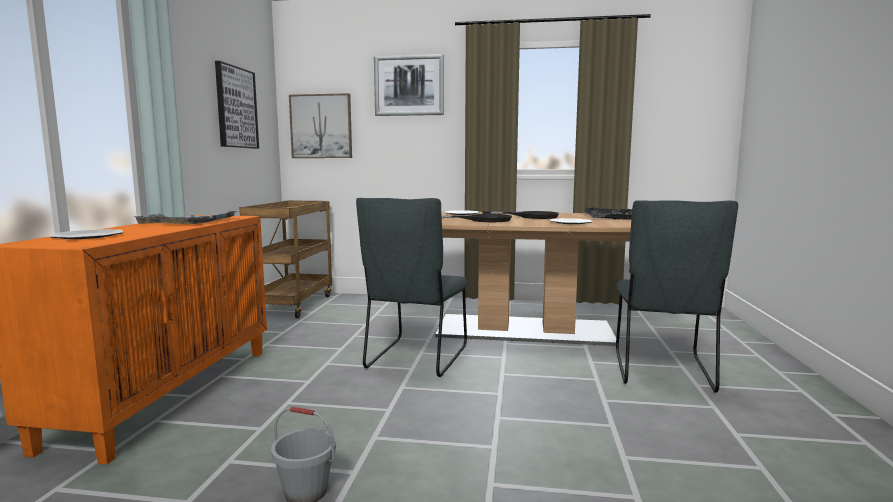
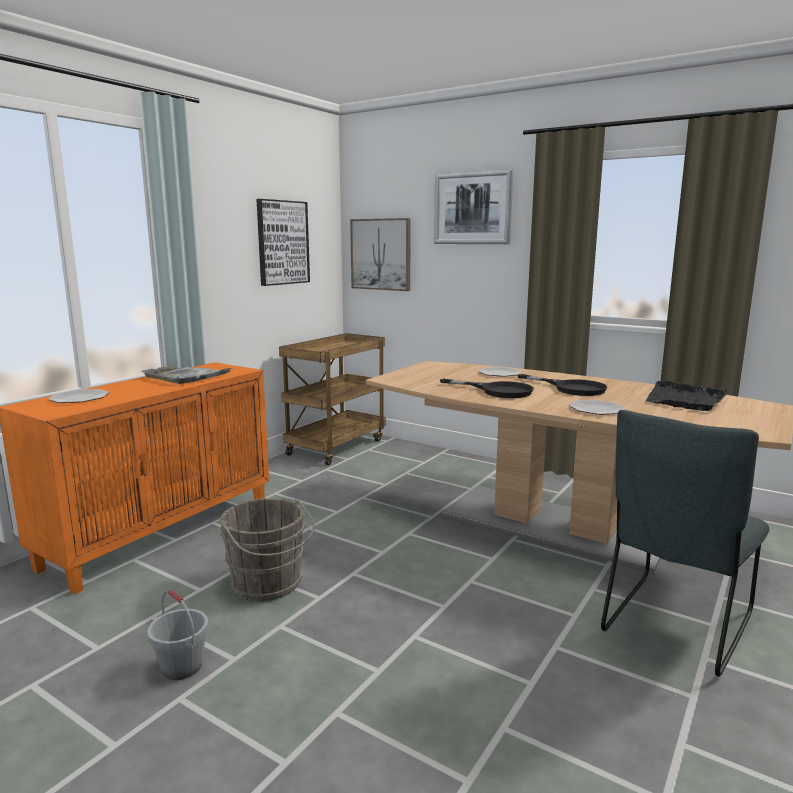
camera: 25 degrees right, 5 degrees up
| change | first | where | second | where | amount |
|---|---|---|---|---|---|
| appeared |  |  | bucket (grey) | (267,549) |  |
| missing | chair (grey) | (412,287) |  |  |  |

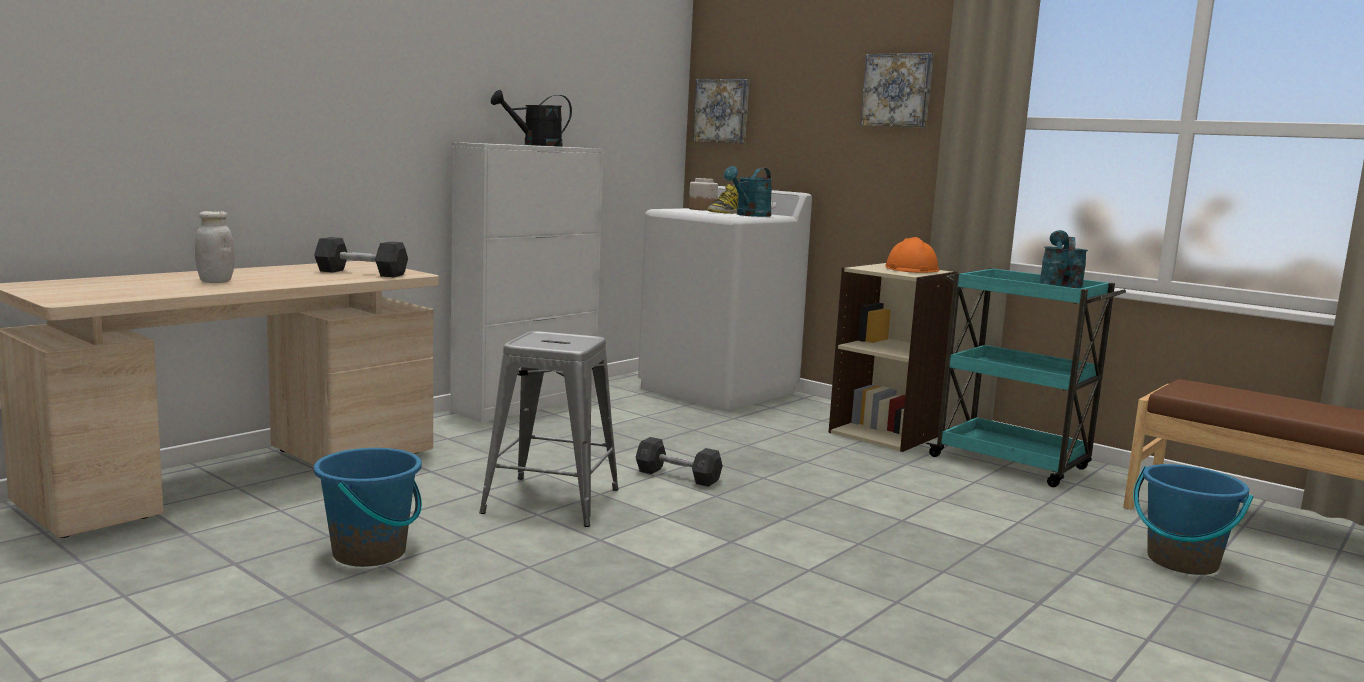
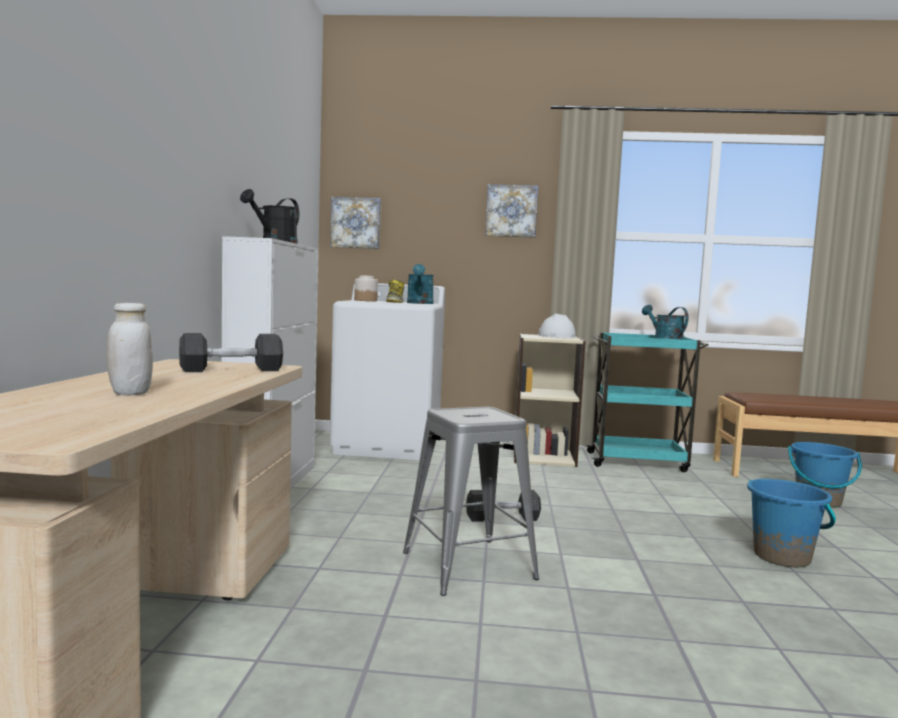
camera: 35 degrees left, 5 degrees down
| change | first | where | second | where | amount |
|---|---|---|---|---|---|
| colour | hard hat (orange) | (912,255) | hard hat (white) | (557,326) |  |
| relocated | bucket (blue) | (368,507) |  | (791,523) |  |

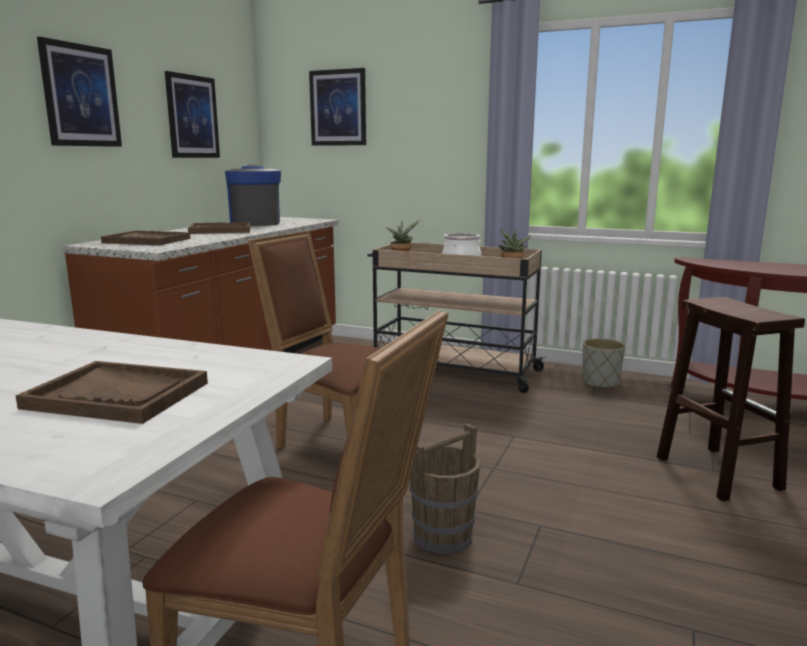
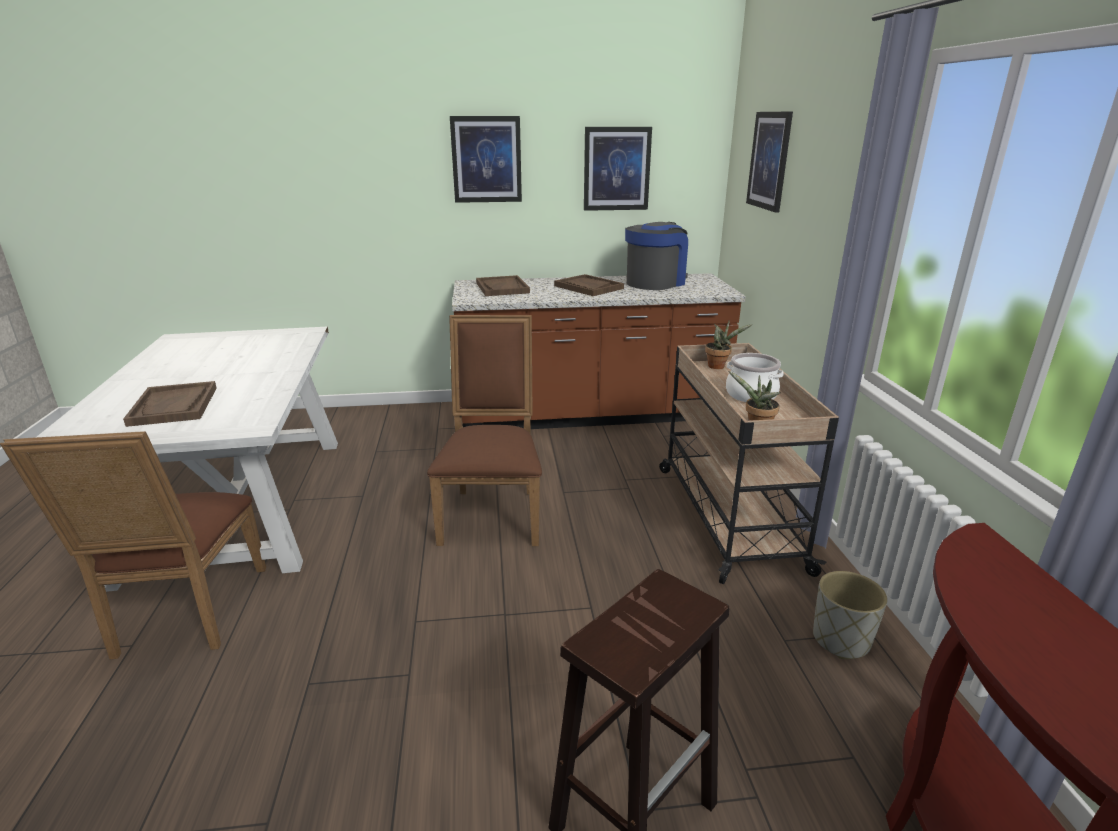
camera: 60 degrees right, 10 degrees up
| change | first | where | second | where | amount |
|---|---|---|---|---|---|
| missing | bucket (brown) | (445,488) |  |  |  |

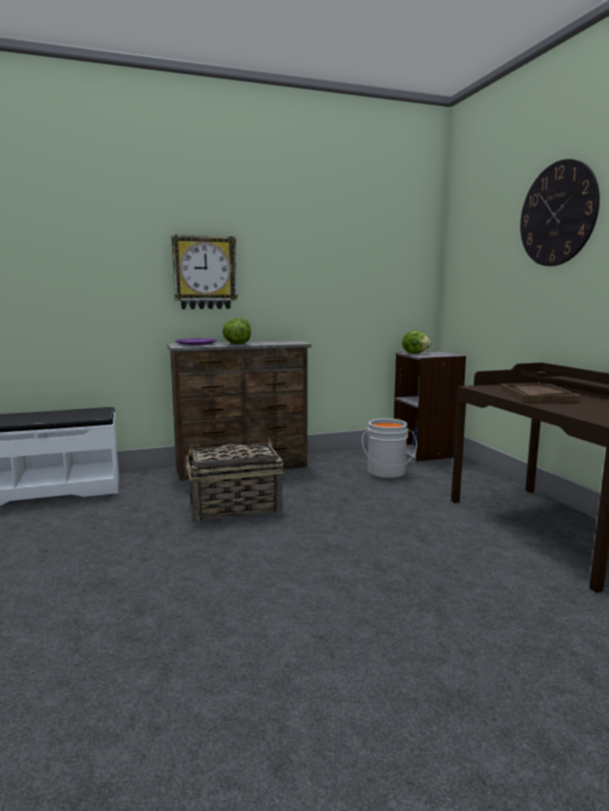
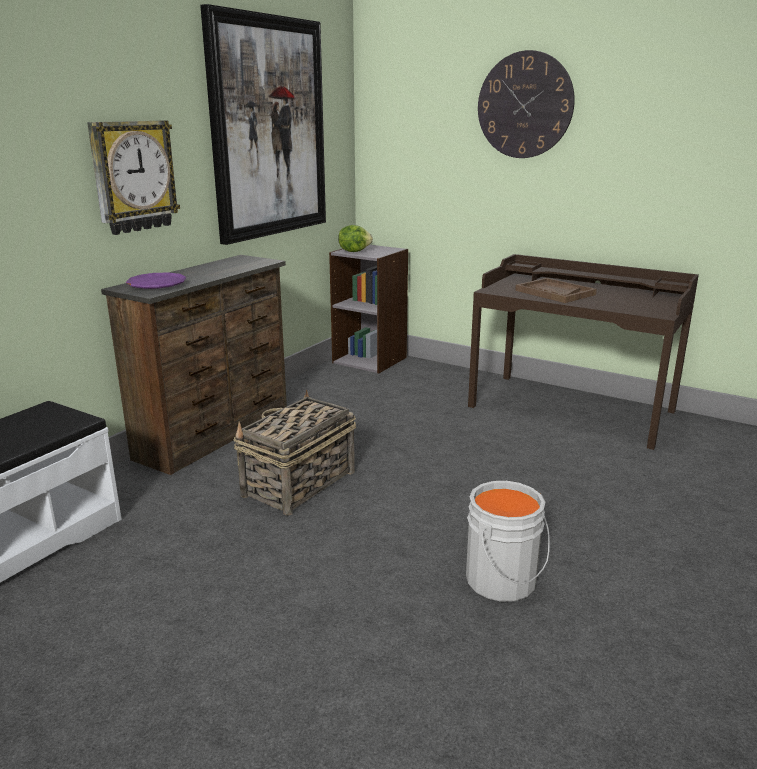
camera: 40 degrees left, 10 degrees up
| change | first | where | second | where | amount |
|---|---|---|---|---|---|
| appeared |  |  | picture | (263,124) |  |
| relocated | bucket (grey) | (389,448) |  | (508,541) |  |
| missing | lettuce | (237,331) |  |  |  |

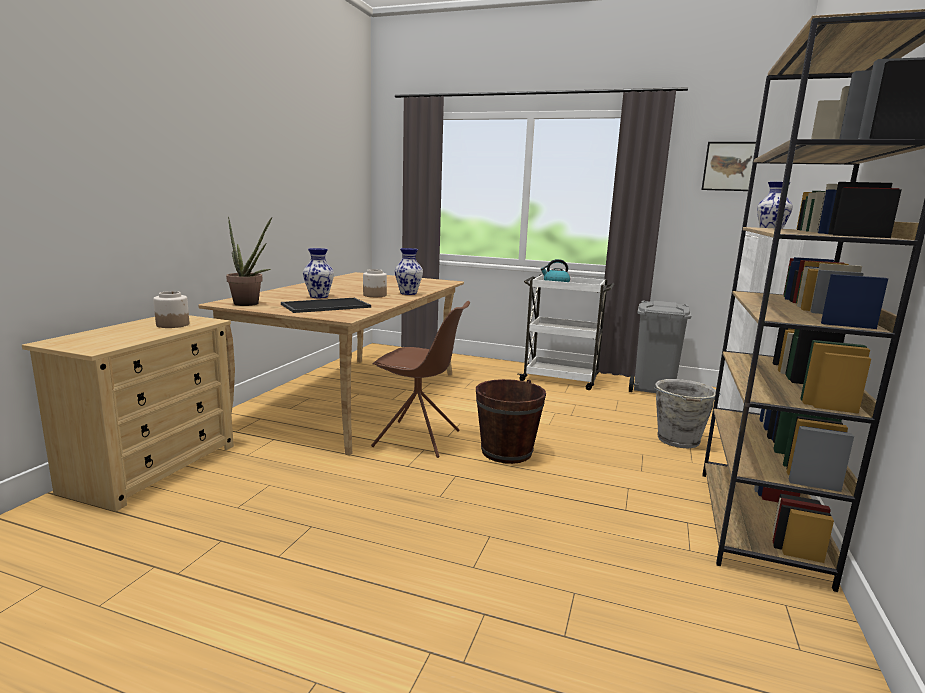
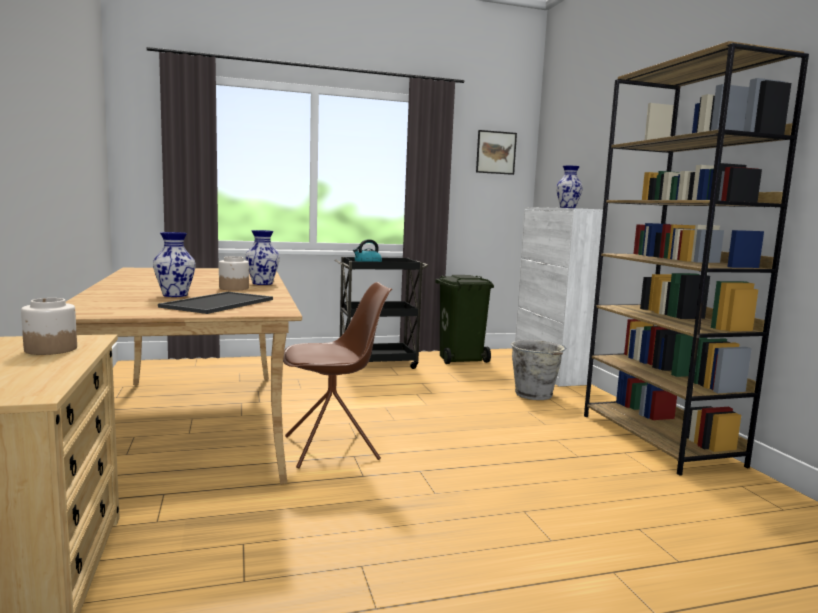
camera: 35 degrees left, 5 degrees down
| change | first | where | second | where | amount |
|---|---|---|---|---|---|
| colour | cart (white) | (566,332) | cart (black) | (381,313) |  |
| colour | trash can (grey) | (660,346) | trash can (green) | (464,319) |  |
| missing | potted plant | (249,261) |  |  |  |
| missing | bucket (brown) | (511,421) |  |  |  |

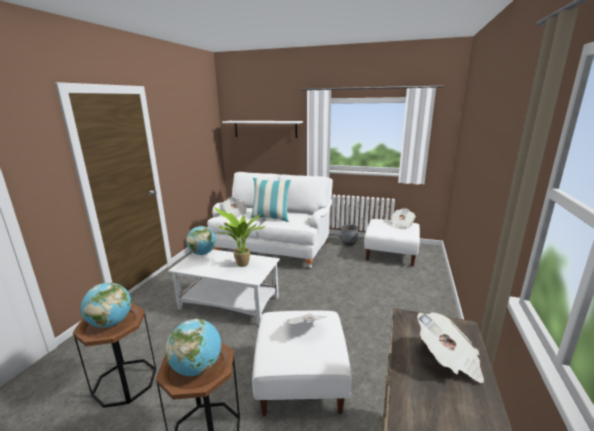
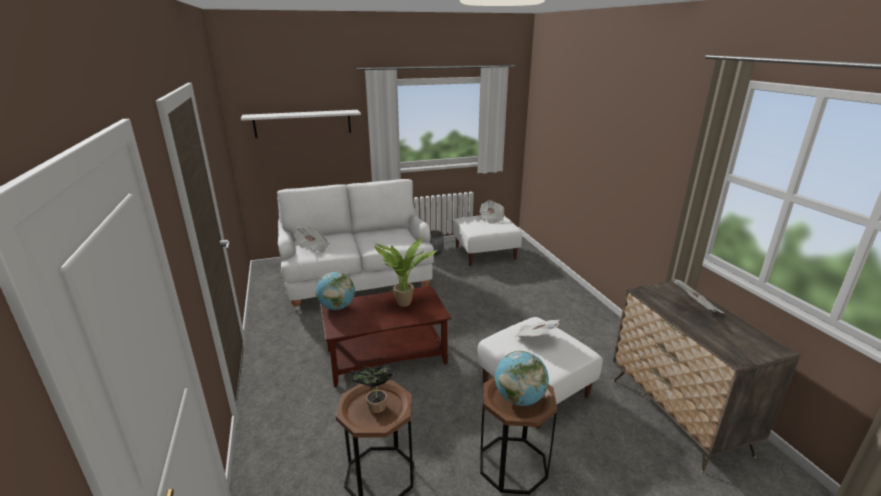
camera: 35 degrees left, 5 degrees up
| change | first | where | second | where | amount |
|---|---|---|---|---|---|
| colour | coffee table (white) | (224,288) | coffee table (brown) | (385,336) |  |
| exchanged | globe | (106,305) | potted plant | (372,389) |  |
| missing | pillow | (271,200) |  |  |  |

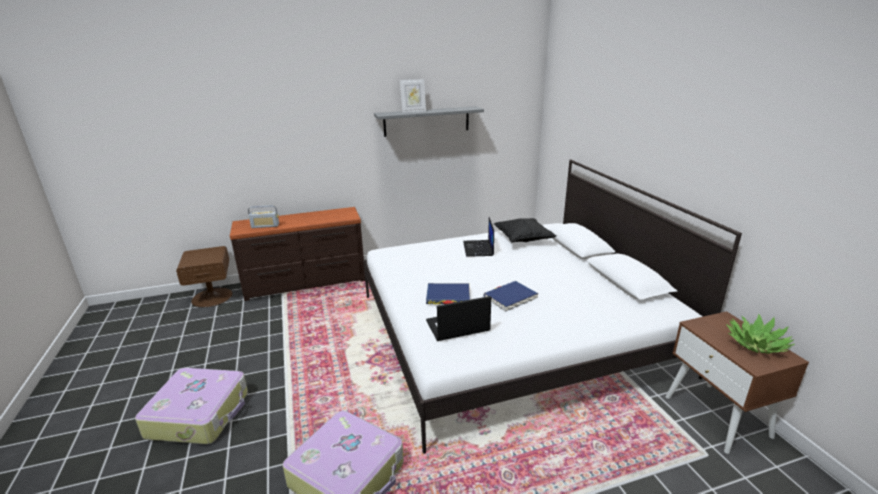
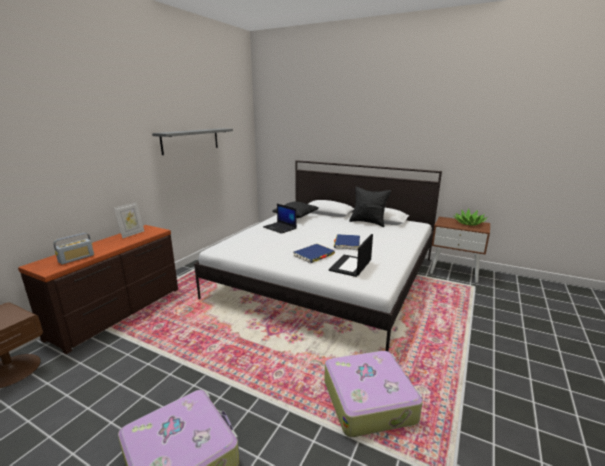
camera: 45 degrees left, 5 degrees down
| change | first | where | second | where | amount |
|---|---|---|---|---|---|
| relocated | picture frame | (413,96) |  | (129,220) |  |
| appeared |  |  | pillow (black) | (370,206) |  |

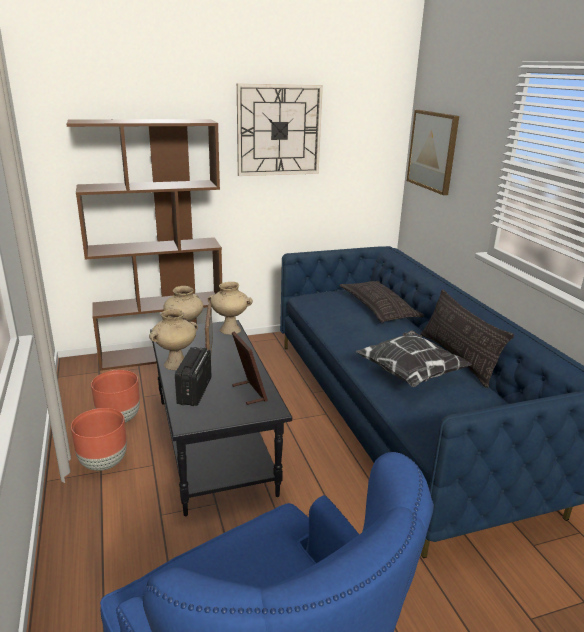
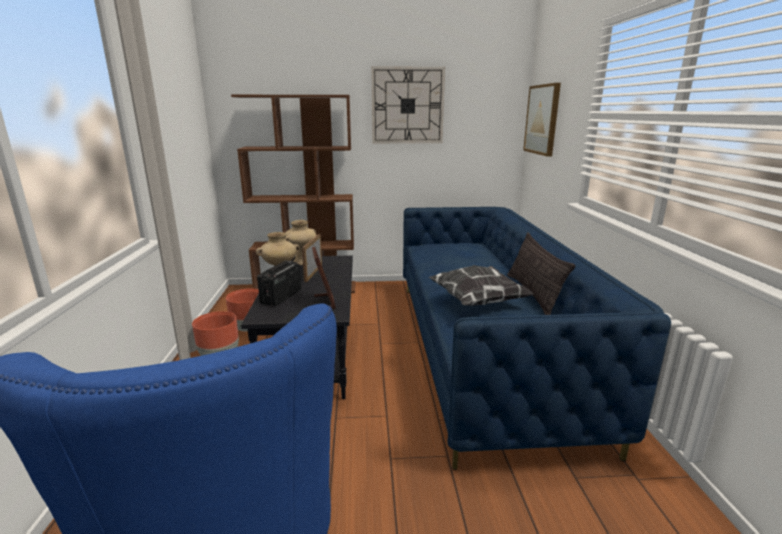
camera: 15 degrees right, 5 degrees down
| change | first | where | second | where | amount |
|---|---|---|---|---|---|
| missing | vase (beige) | (230,308) |  |  |  |
| missing | pillow | (382,302) |  |  |  |

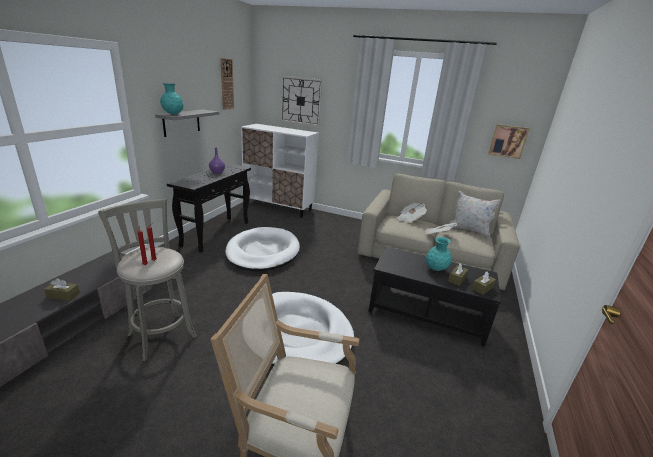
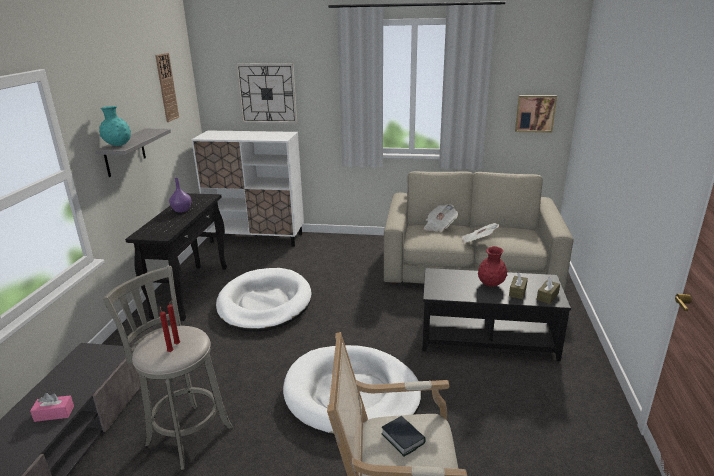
camera: 10 degrees left, 0 degrees up
| change | first | where | second | where | amount |
|---|---|---|---|---|---|
| colour | tissue box (brown) | (62,289) | tissue box (pink) | (52,407) |  |
| appeared |  |  | book | (403,436) |  |
| colour | vase (turquoise) | (438,254) | vase (red) | (492,266) |  |
| missing | pillow (white) | (475,214) |  |  |  |

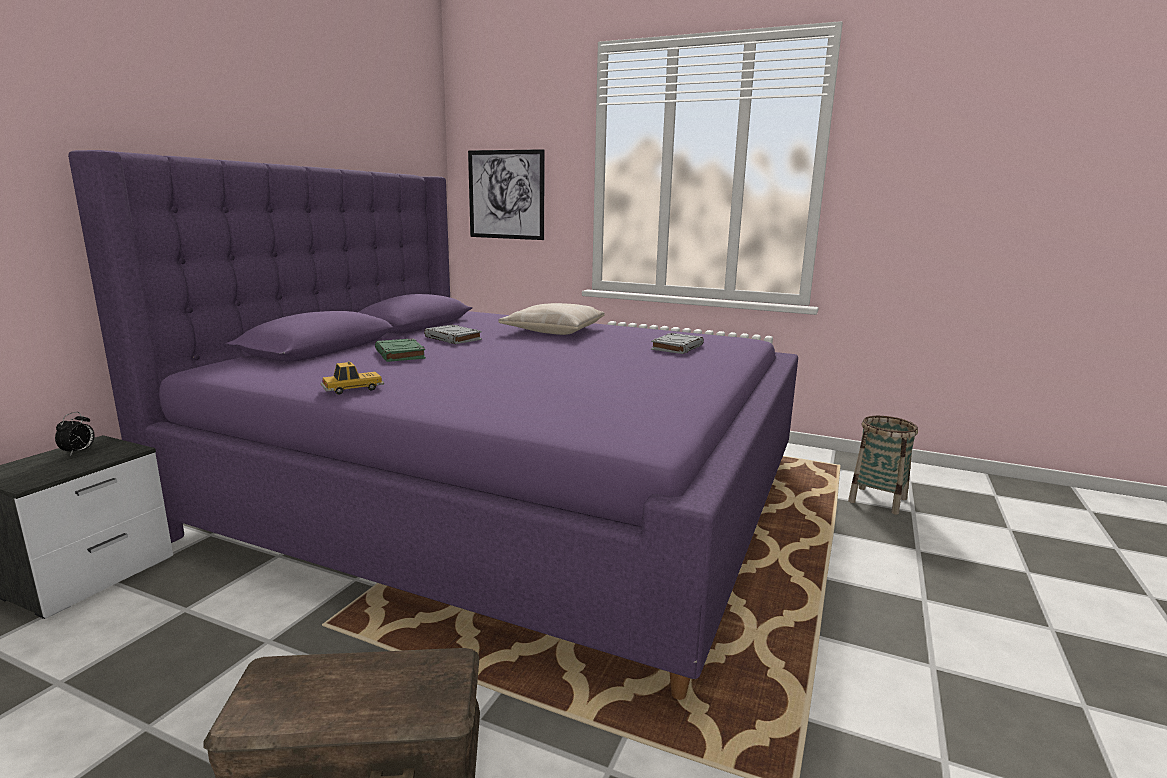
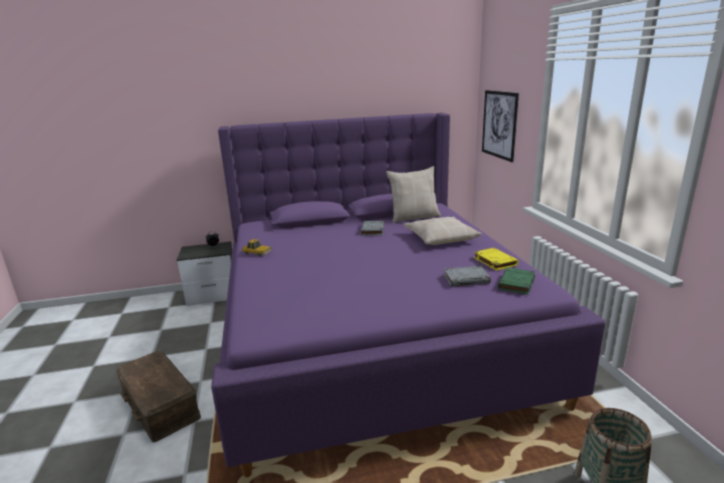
camera: 55 degrees right, 5 degrees up
| change | first | where | second | where | amount |
|---|---|---|---|---|---|
| appeared |  |  | pillow (beige) | (413,194) |  |
| appeared |  |  | book (yellow) | (496,259) |  |
| relocated | book (green) | (400,350) |  | (516,281) |  |

